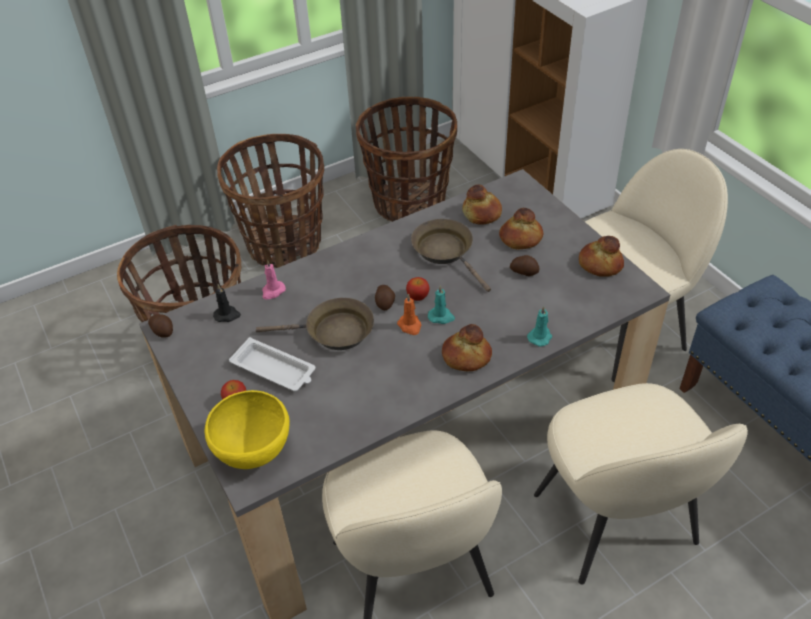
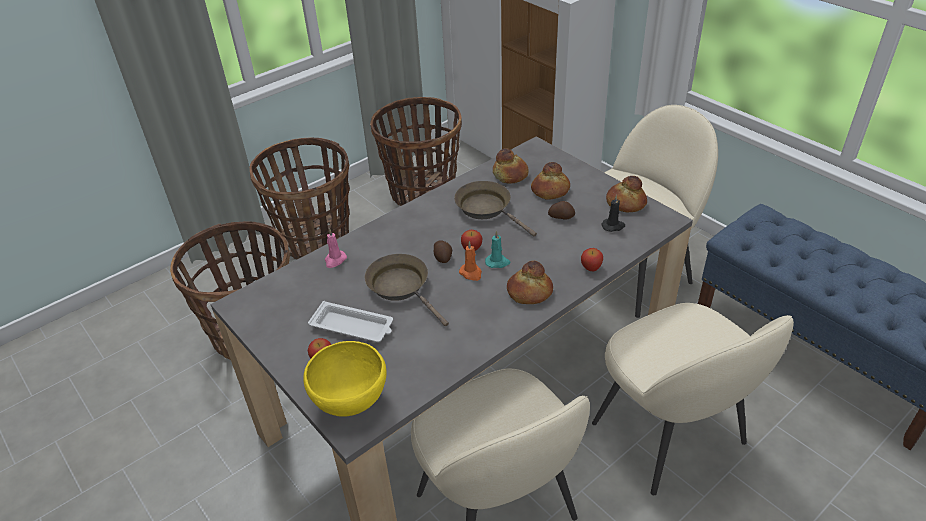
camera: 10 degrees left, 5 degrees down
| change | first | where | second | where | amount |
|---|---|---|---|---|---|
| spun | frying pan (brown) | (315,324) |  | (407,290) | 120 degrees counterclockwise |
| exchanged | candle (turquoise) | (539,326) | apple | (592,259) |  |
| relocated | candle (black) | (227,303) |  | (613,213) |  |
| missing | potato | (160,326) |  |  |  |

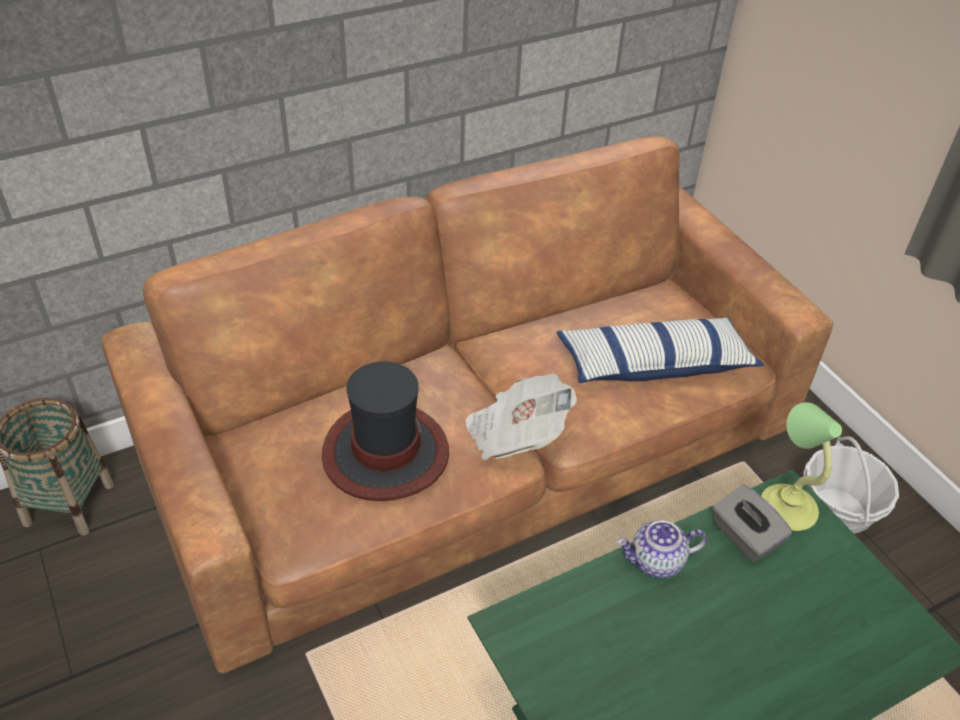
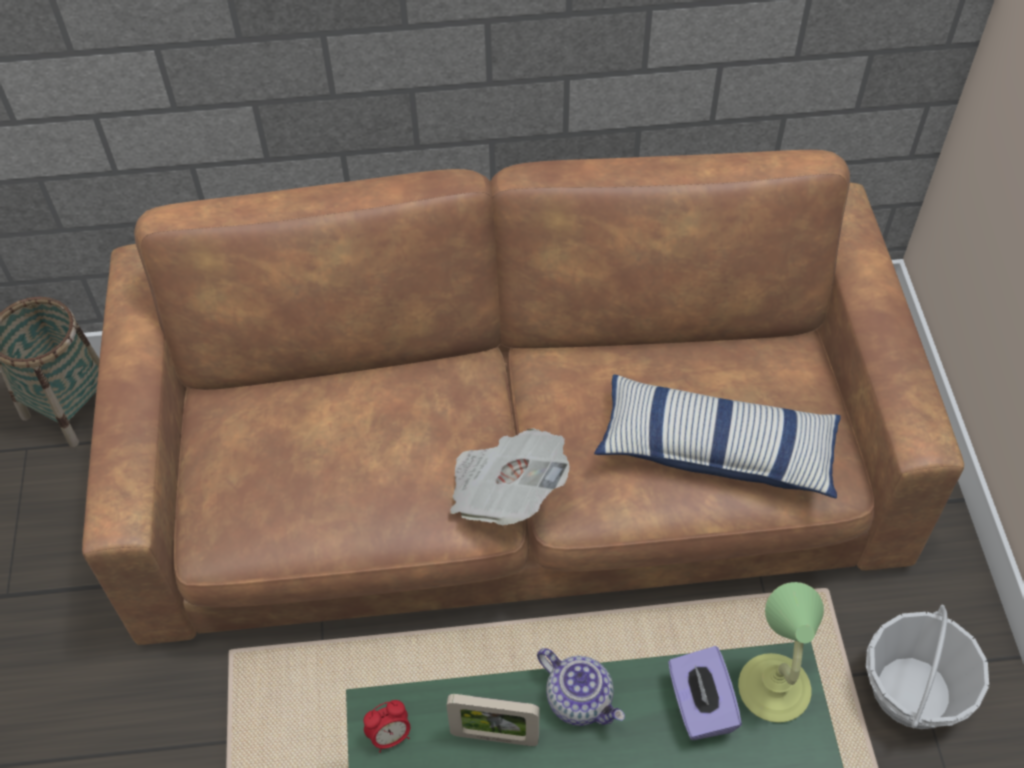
camera: 25 degrees right, 10 degrees up
| change | first | where | second | where | amount |
|---|---|---|---|---|---|
| appeared |  |  | alarm clock | (387,726) |  |
| appeared |  |  | picture frame | (493,720) |  |
| spun | teapot | (662,549) |  | (581,687) | 150 degrees counterclockwise |
| colour | tissue box (grey) | (752,523) | tissue box (purple) | (705,693) |  |
| missing | hat | (385,431) |  |  |  |

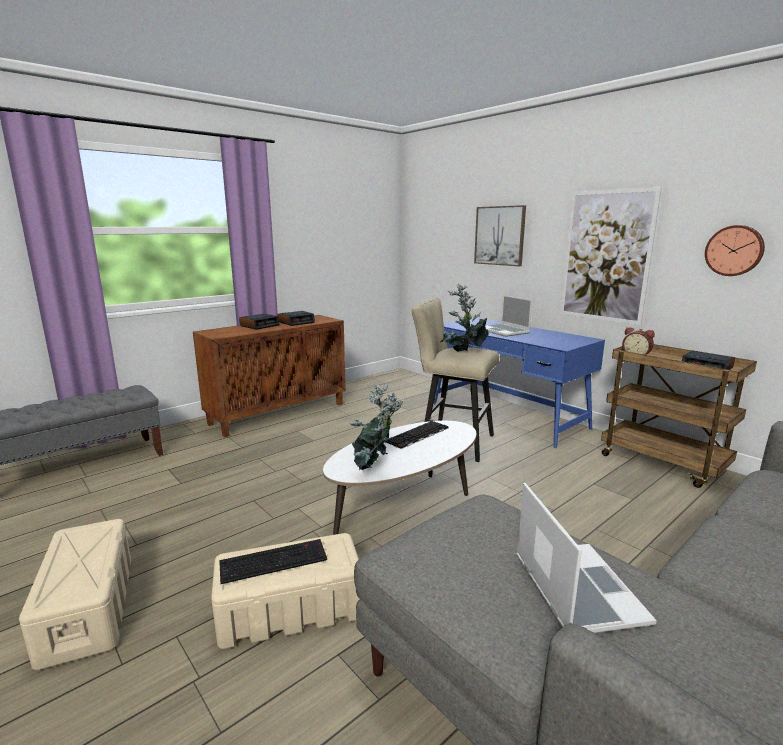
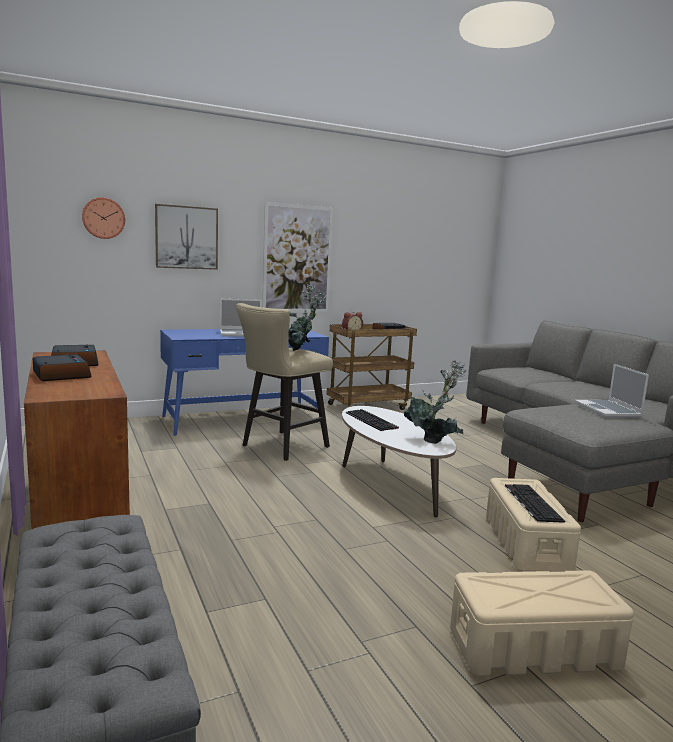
camera: 75 degrees left, 5 degrees down
| change | first | where | second | where | amount |
|---|---|---|---|---|---|
| relocated | wall clock | (735,250) |  | (103,218) |  |
| spun | laptop | (587,558) |  | (612,390) | 105 degrees counterclockwise |

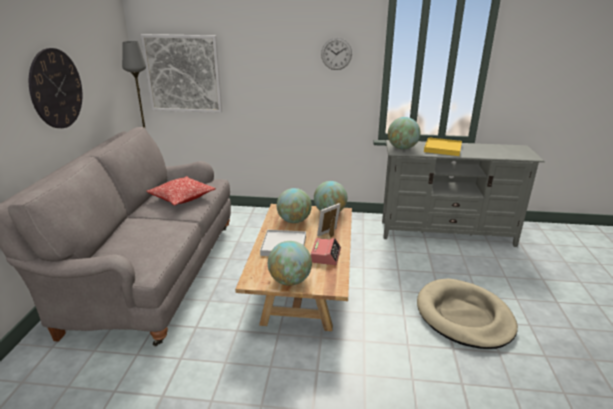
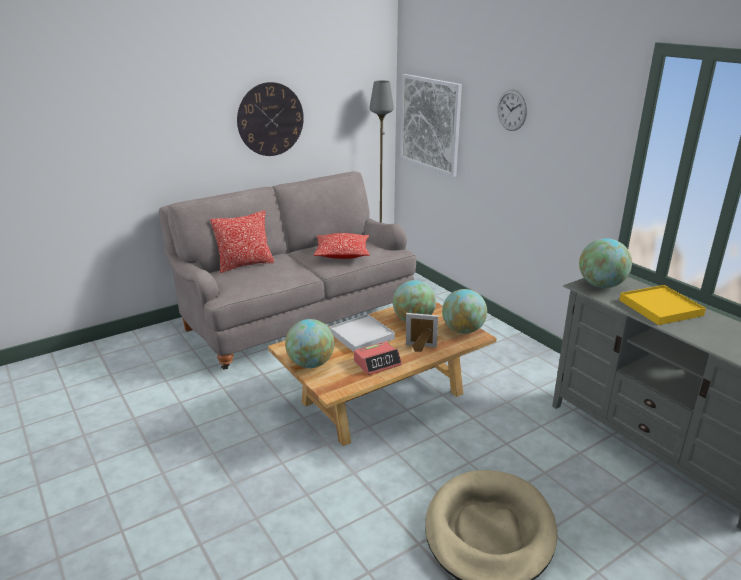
camera: 50 degrees right, 0 degrees up
| change | first | where | second | where | amount |
|---|---|---|---|---|---|
| appeared |  |  | pillow | (242,241) |  |
| relocated | wall clock | (336,54) |  | (512,110) |  |

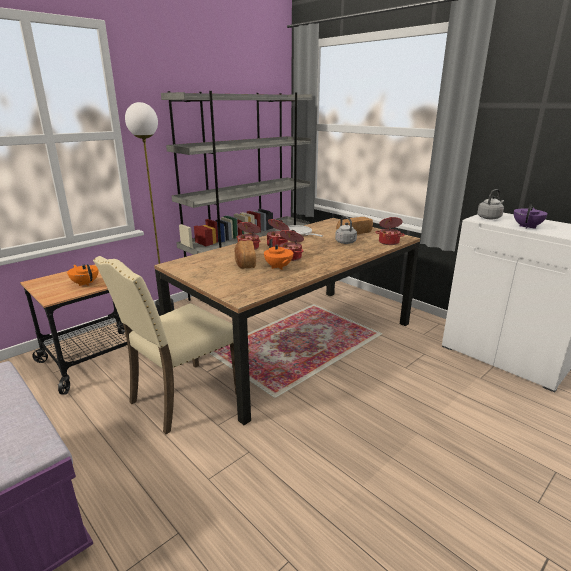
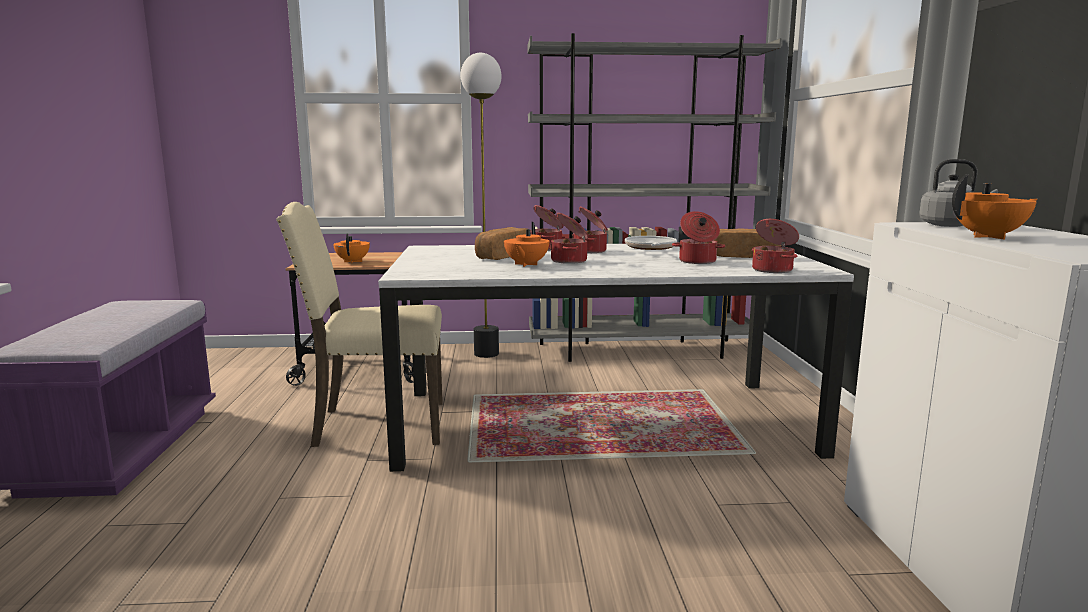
camera: 40 degrees right, 10 degrees down
| change | first | where | second | where | amount |
|---|---|---|---|---|---|
| colour | dining table (brown) | (287,321) | dining table (white) | (616,358) |  |
| exchanged | kettle (grey) | (346,230) | cooking pot | (698,237) |  |
| colour | teapot (purple) | (531,216) | teapot (orange) | (995,206) |  |

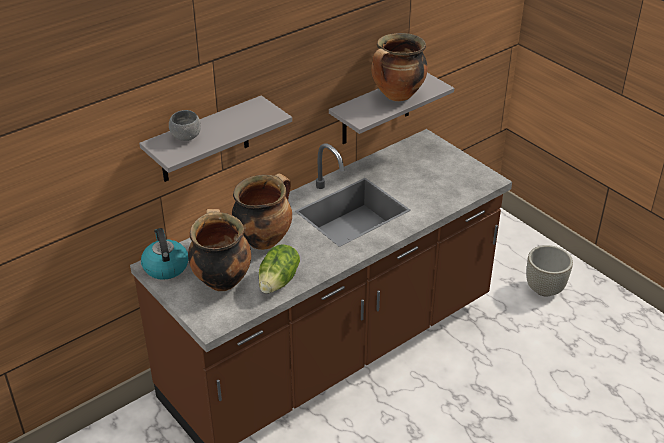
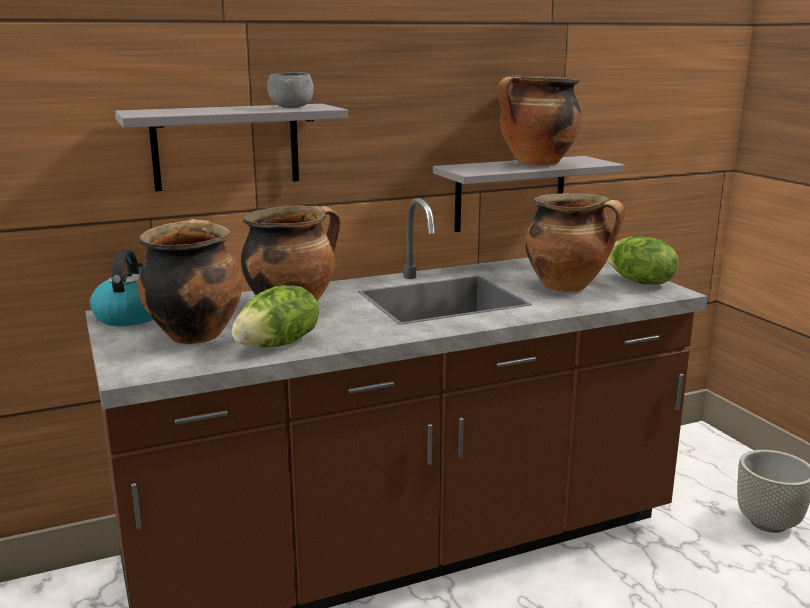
camera: 15 degrees right, 20 degrees down
| change | first | where | second | where | amount |
|---|---|---|---|---|---|
| relocated | bowl (grey) | (185,125) |  | (290,90) |  |
| appeared |  |  | cooking pot | (575,242) |  |
| appeared |  |  | lettuce | (643,260) |  |

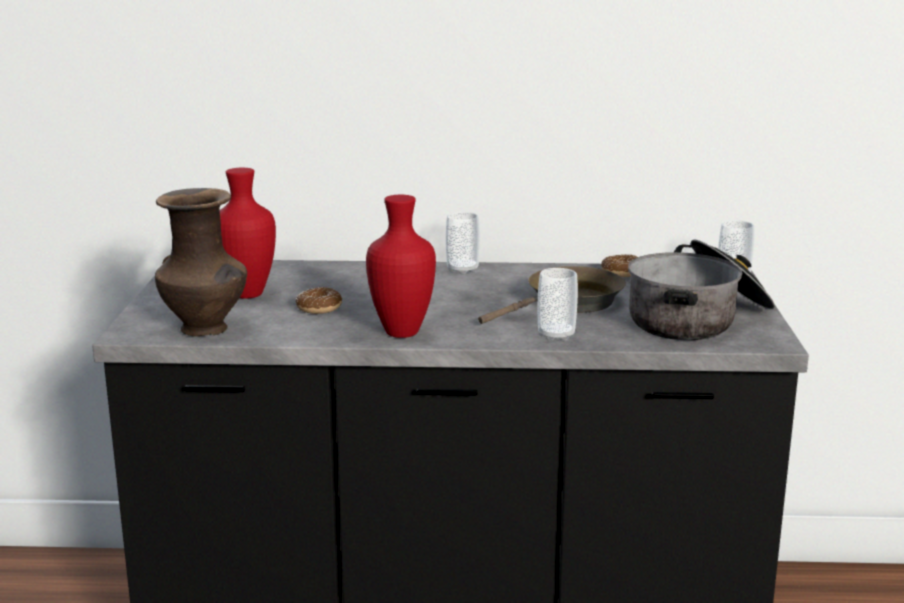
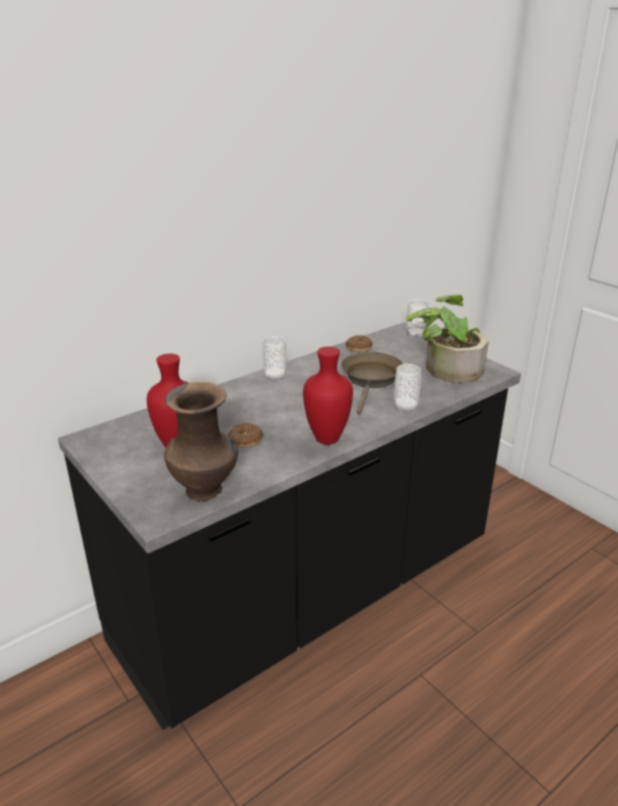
camera: 40 degrees left, 10 degrees up
| change | first | where | second | where | amount |
|---|---|---|---|---|---|
| exchanged | cooking pot | (701,290) | potted plant | (447,339) |  |

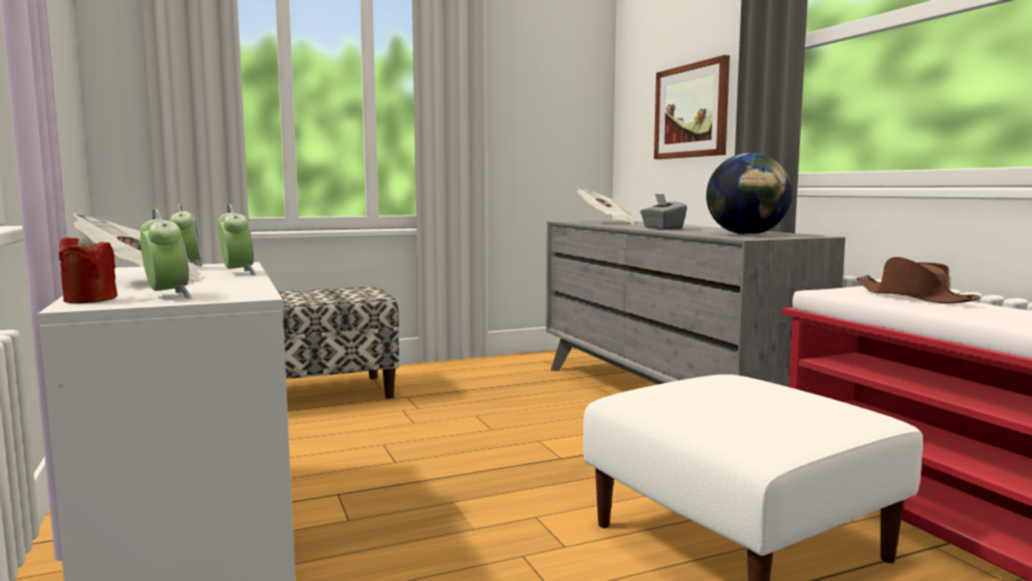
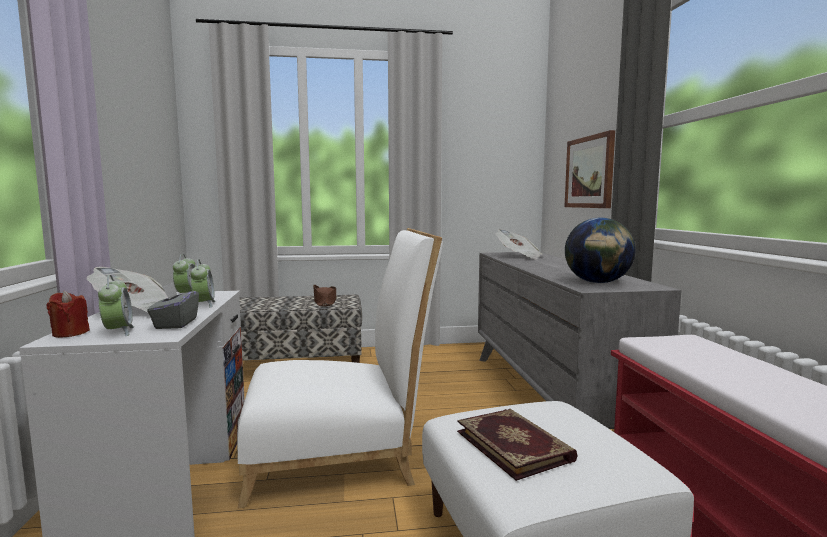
camera: 15 degrees right, 0 degrees up
| change | first | where | second | where | amount |
|---|---|---|---|---|---|
| relocated | tissue box (grey) | (663,211) |  | (173,305) |  |
| appeared |  |  | chair (white) | (340,368) |  |
| relocated | hat (brown) | (918,280) |  | (325,295) |  |
| appeared |  |  | book | (517,445) |  |

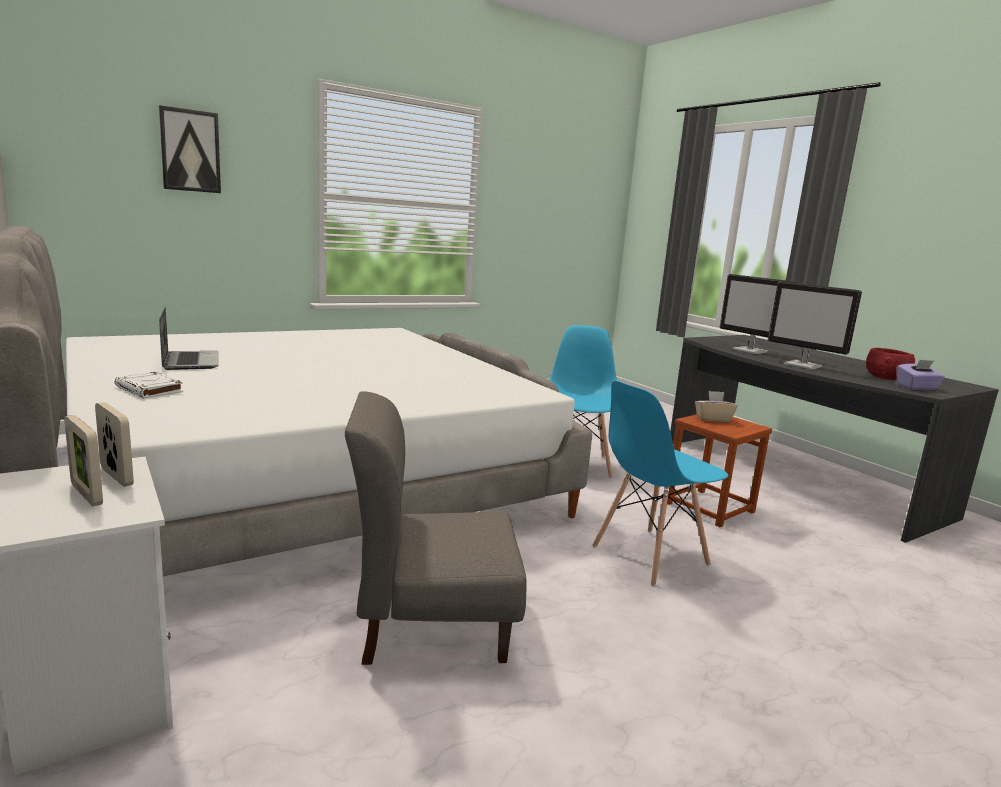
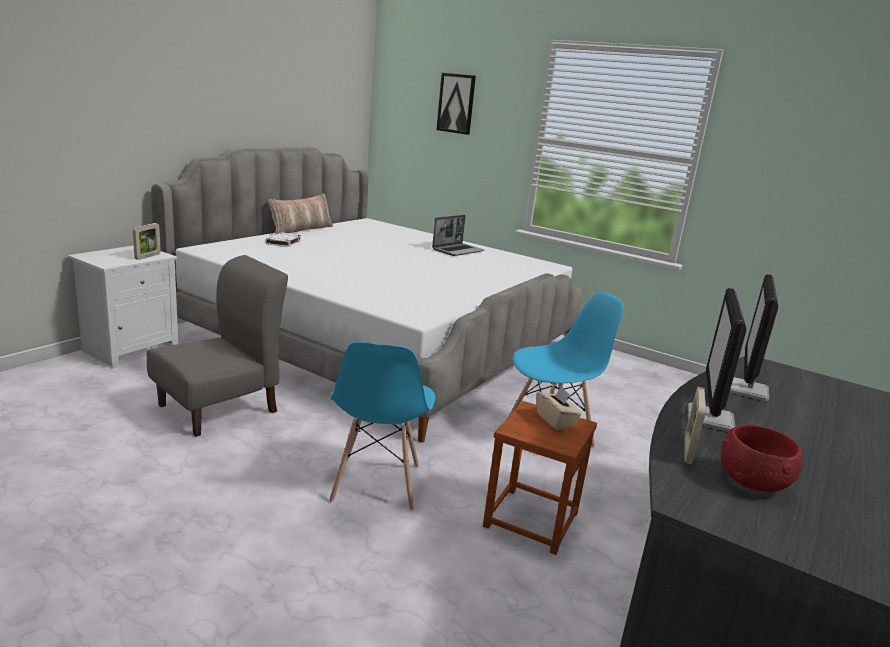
camera: 65 degrees right, 5 degrees up
| change | first | where | second | where | amount |
|---|---|---|---|---|---|
| spun | chair (grey) | (436,528) |  | (217,346) | 75 degrees clockwise |
| appeared |  |  | pillow | (300,214) |  |
| spun | chair (blue) | (660,483) |  | (382,426) | 120 degrees counterclockwise |
| relocated | laptop | (189,338) |  | (458,235) |  |
| relocated | picture frame | (83,461) |  | (695,425) |  |
| missing | tissue box (purple) | (921,375) |  |  |  |

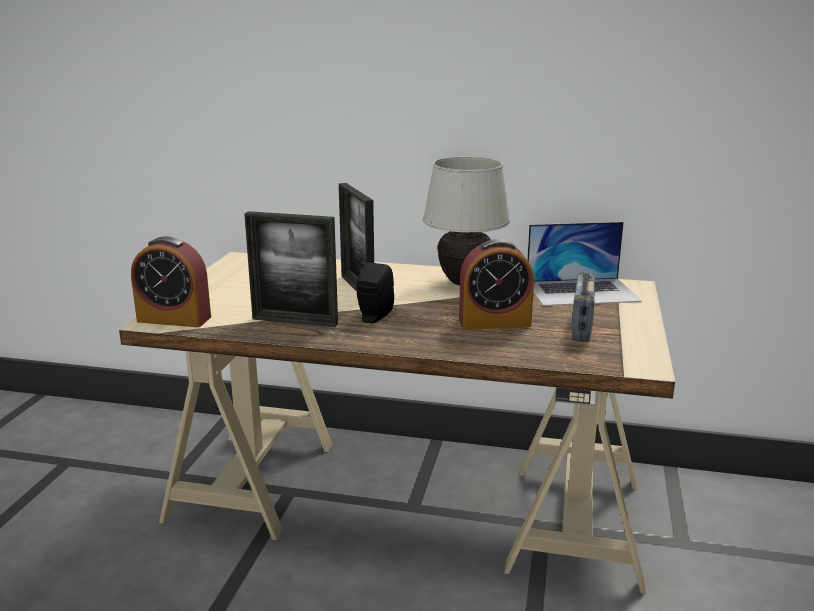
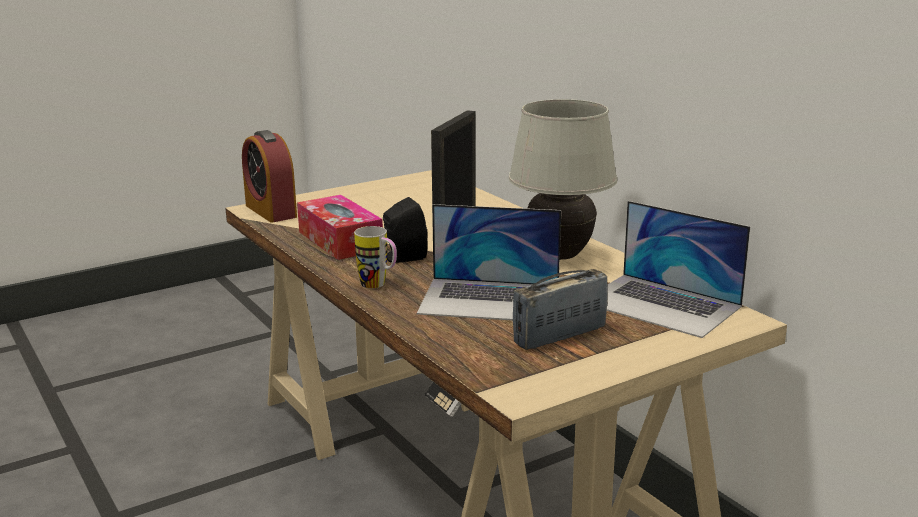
camera: 45 degrees right, 0 degrees up
| change | first | where | second | where | amount |
|---|---|---|---|---|---|
| exchanged | picture frame | (291,269) | tissue box | (340,227) |  |
| appeared |  |  | mug | (375,257) |  |
| exchanged | alarm clock | (496,284) | laptop | (489,262) |  |

